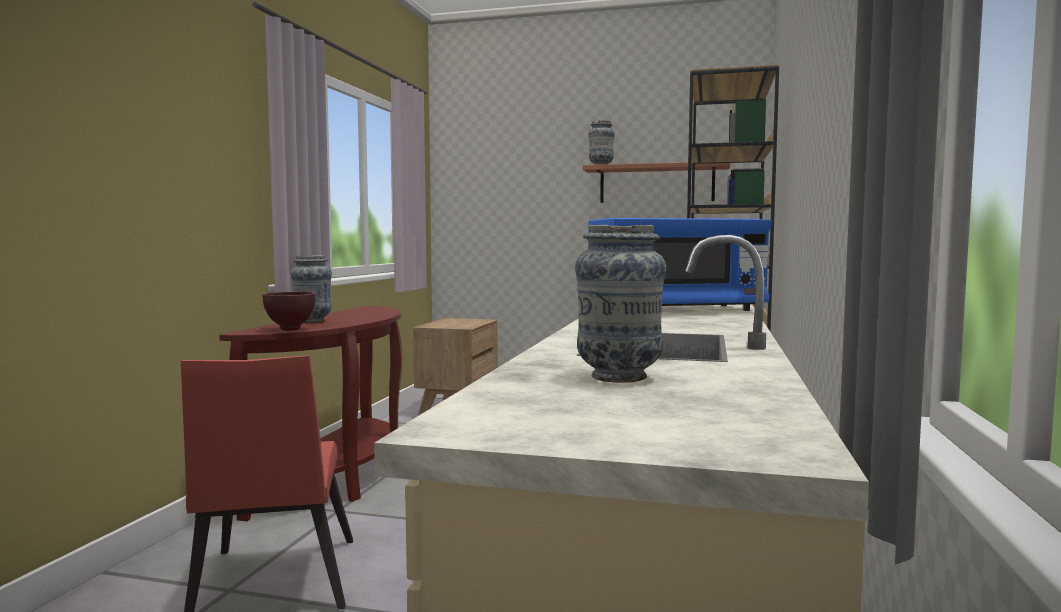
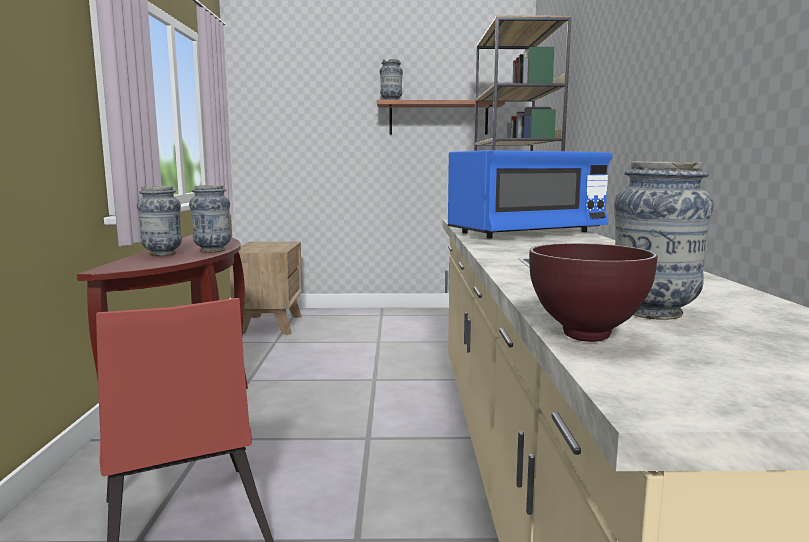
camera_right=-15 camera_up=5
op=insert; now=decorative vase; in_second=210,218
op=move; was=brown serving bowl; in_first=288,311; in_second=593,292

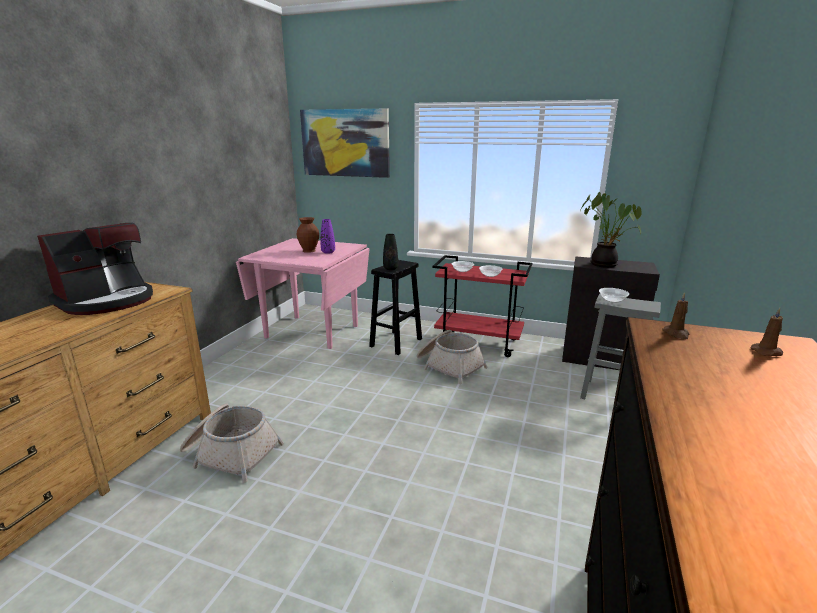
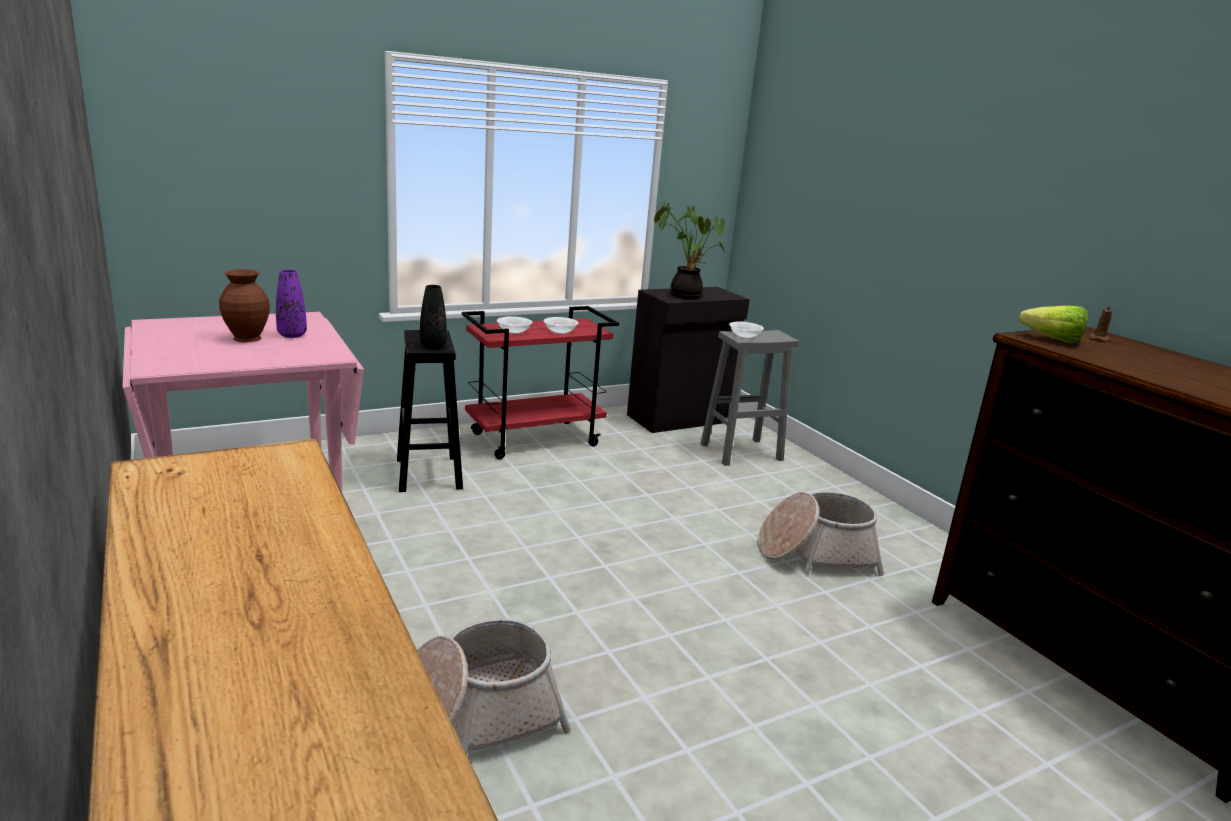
camera_right=-50 camera_up=0
op=move; was=basket; in_first=452,357; in_second=821,534
op=replace; was=brown candle; now=lettuce; in_first=675,315; in_second=1053,324
op=delete; was=coffee brewer; in_first=95,269
op=delete; was=wall picture; in_first=345,143

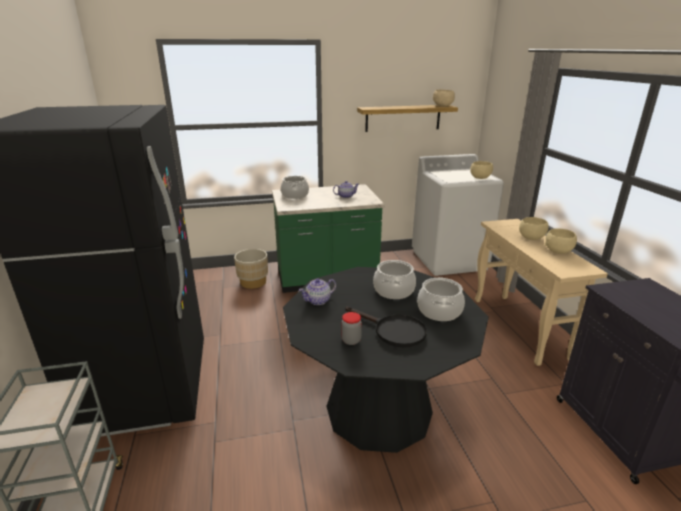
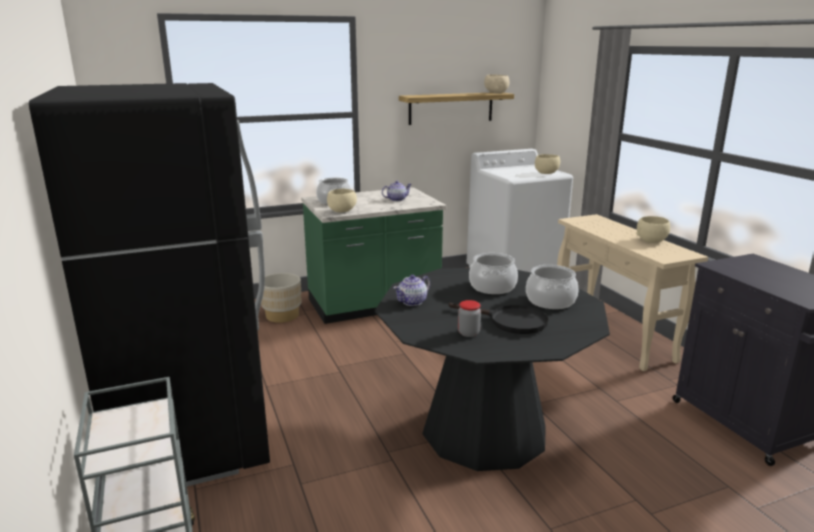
camera_right=-10 camera_up=-5
op=move; was=beige-coloured serving bowl; in_first=534,228; in_second=342,200

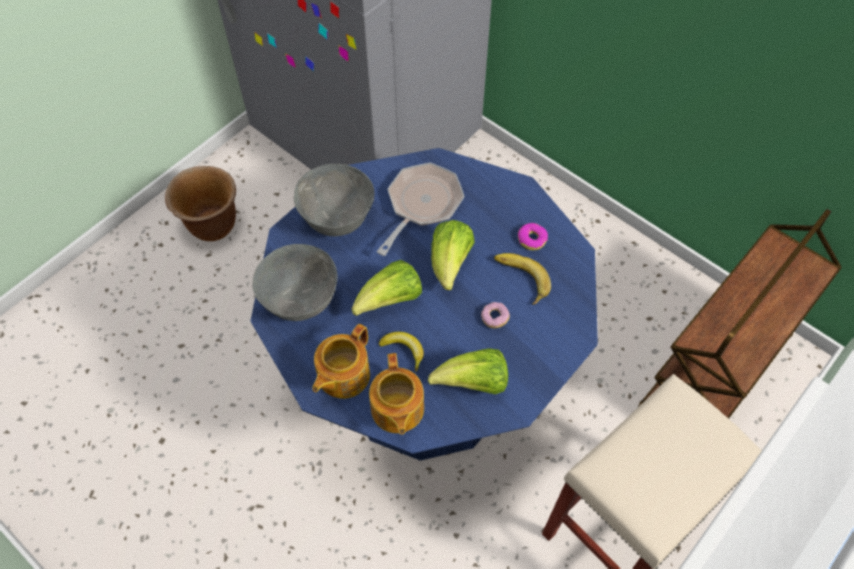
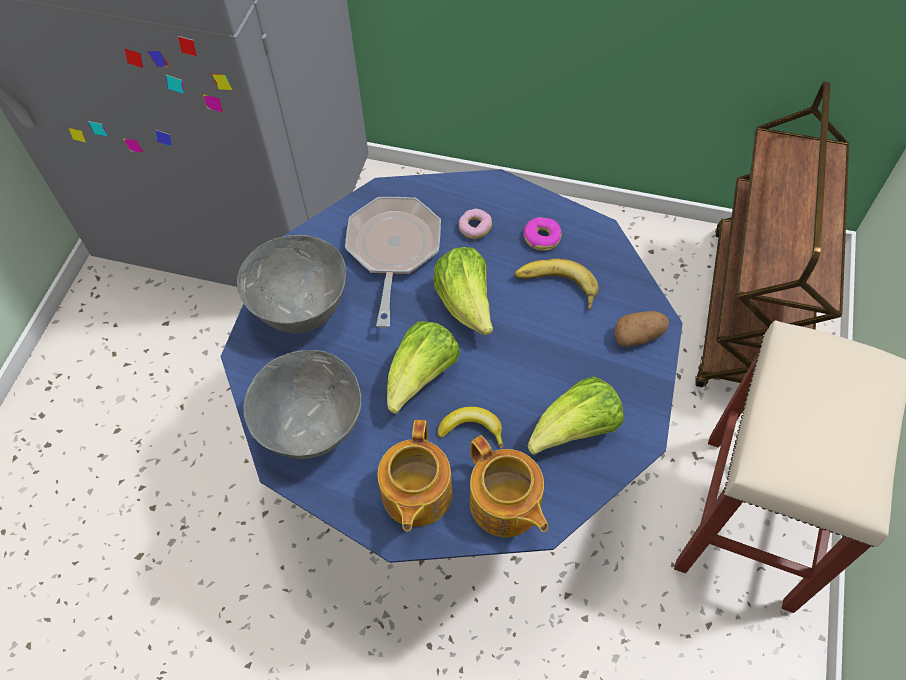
camera_right=-25 camera_up=0
op=move; was=donut; in_first=495,315; in_second=475,224
op=insert; now=potato; in_second=641,329
op=delete; was=brown plant pot; in_first=200,203

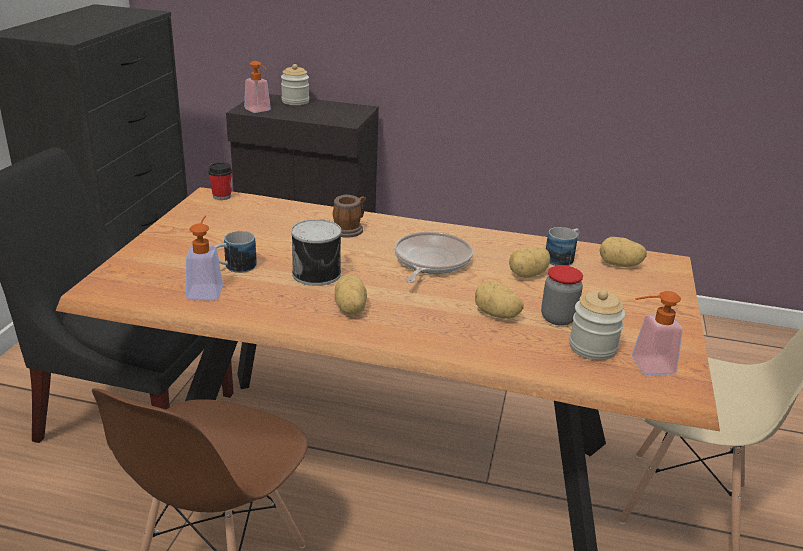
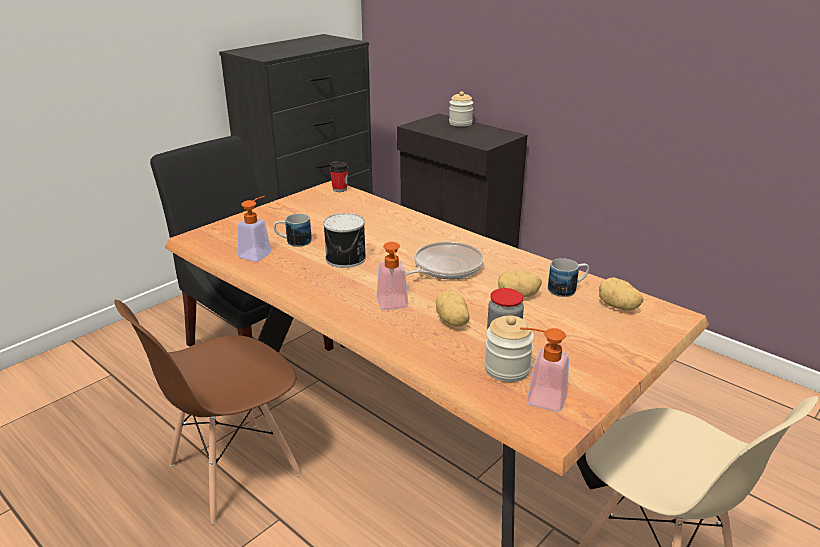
camera_right=30 camera_up=0
op=move; was=soap bottle; in_first=257,87; in_second=392,276
op=delete; was=tea mug; in_first=349,216
op=delete; was=potato; in_first=351,294

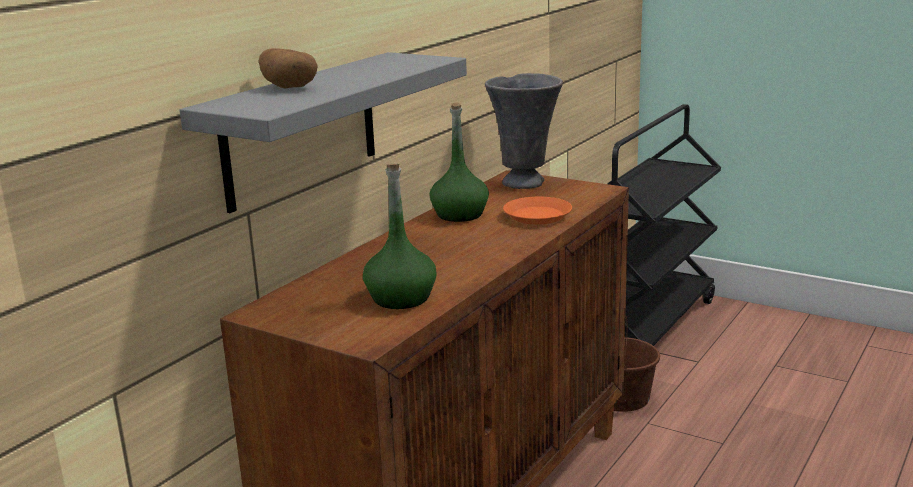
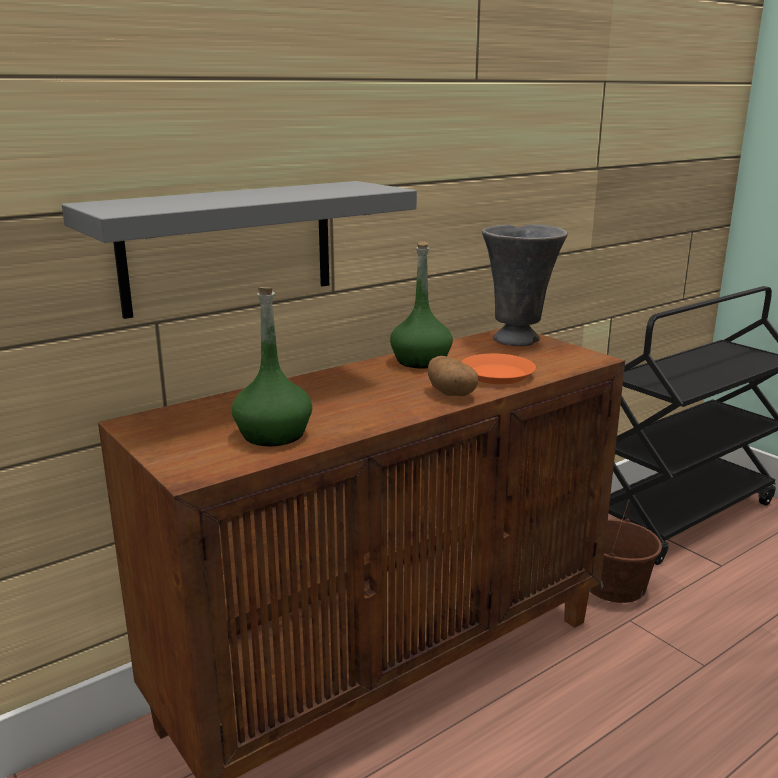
camera_right=20 camera_up=0
op=move; was=potato; in_first=288,68; in_second=453,376

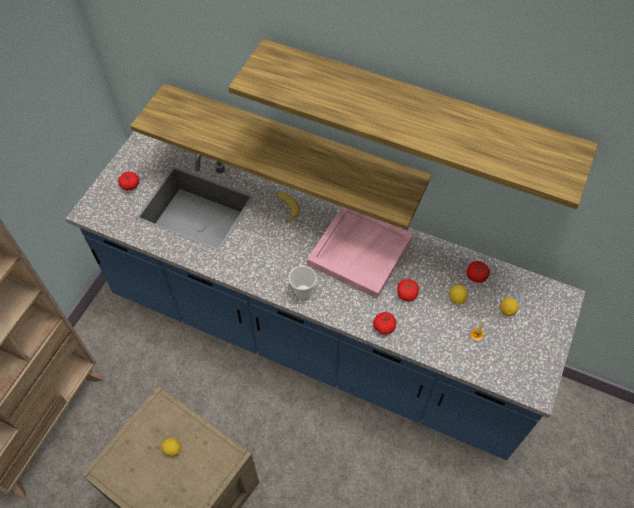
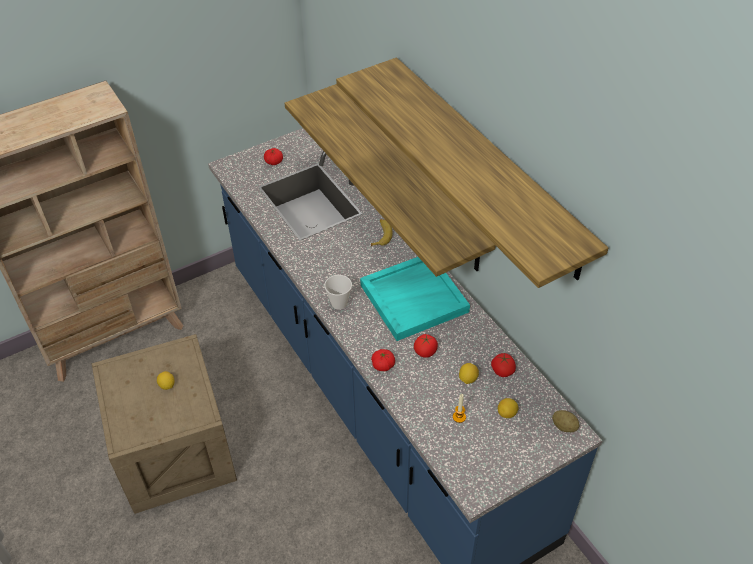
camera_right=35 camera_up=-10
op=recolor; was=pink-coloured carrying tray; now=blue-green carrying tray; in_first=360,252; in_second=415,299
op=insert; now=potato; in_second=565,421

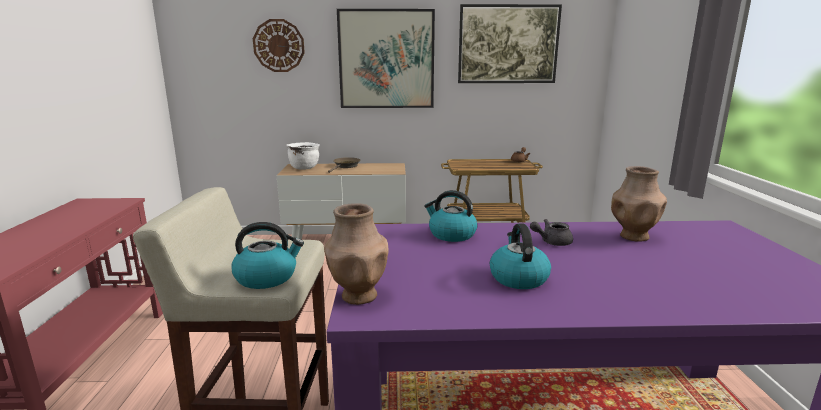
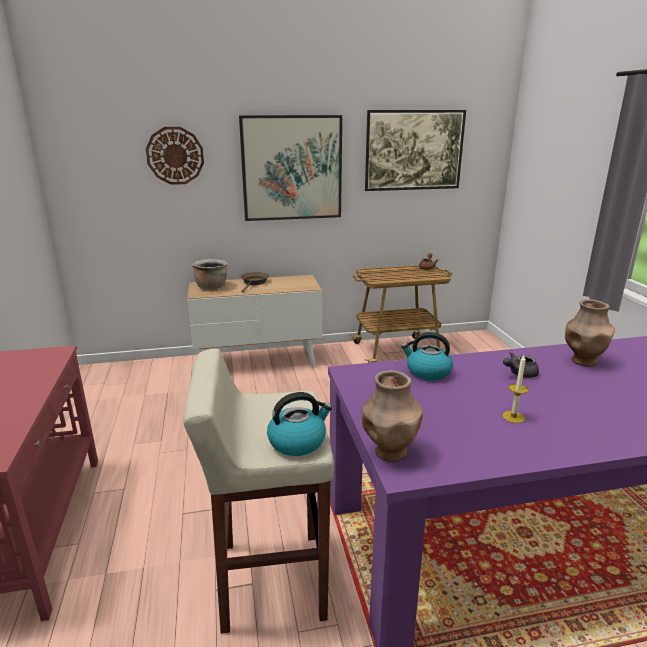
camera_right=-10 camera_up=5
op=recolor; was=whitish saucepot; now=brown saucepot; in_first=303,156; in_second=209,274
op=replace; was=kettle; now=candle; in_first=520,256; in_second=515,389

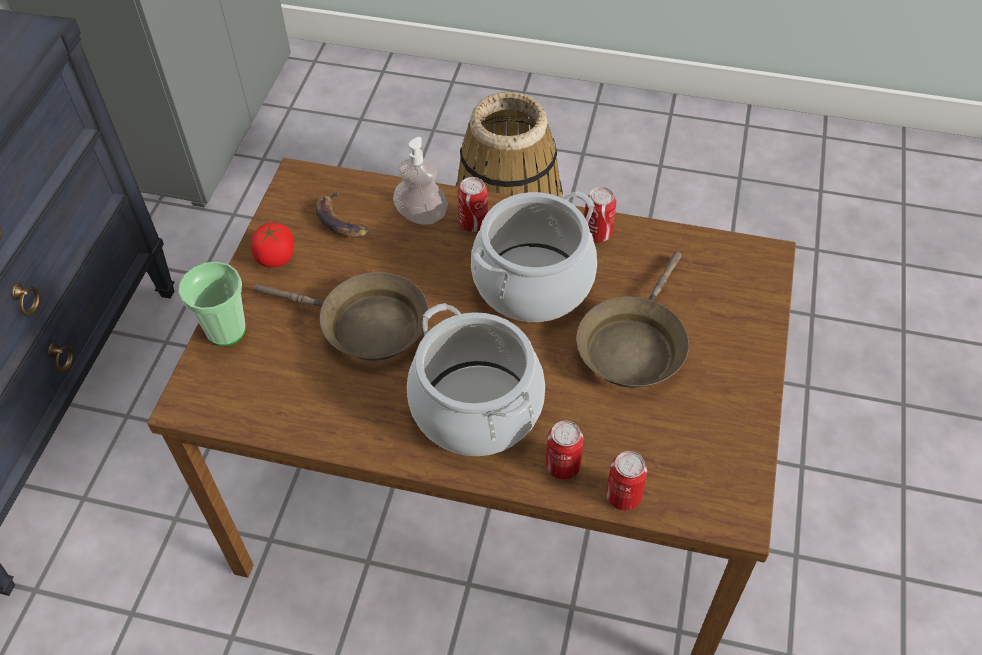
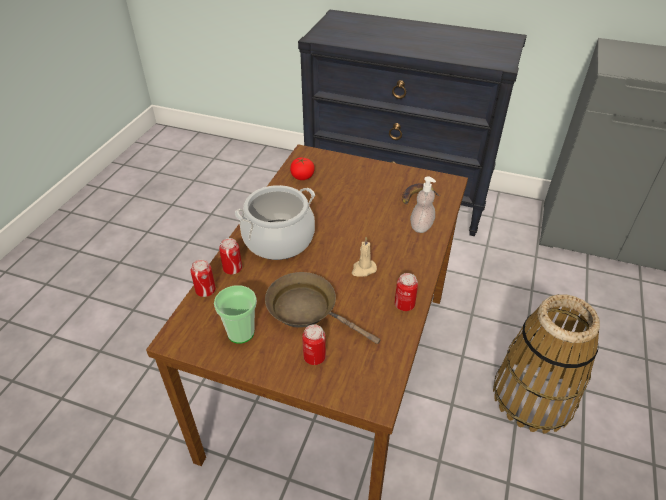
camera_right=95 camera_up=-10
op=move; was=small cup; in_first=212,304; in_second=235,314
op=move; was=fresh tomato; in_first=272,245; in_second=302,168
op=move; was=sealed can; in_first=473,204; in_second=314,344
op=replace; was=saucepot; now=beige-coloured candle; in_first=534,256; in_second=364,257
op=delete; was=brown pan; in_first=341,316

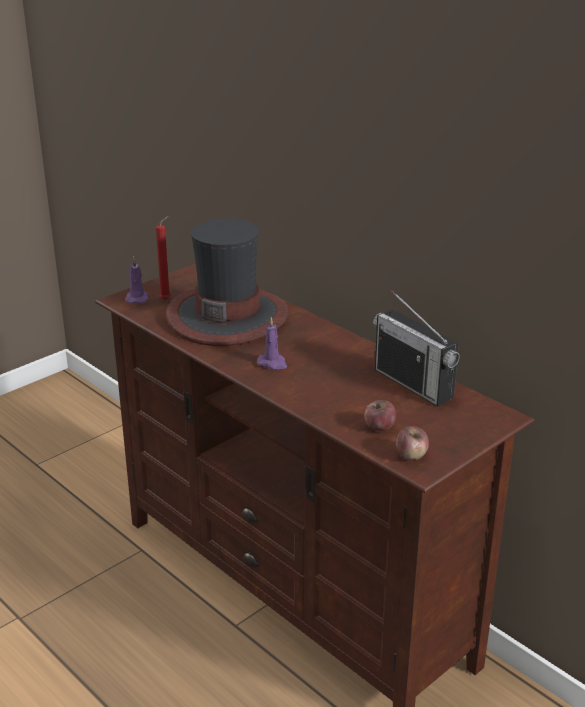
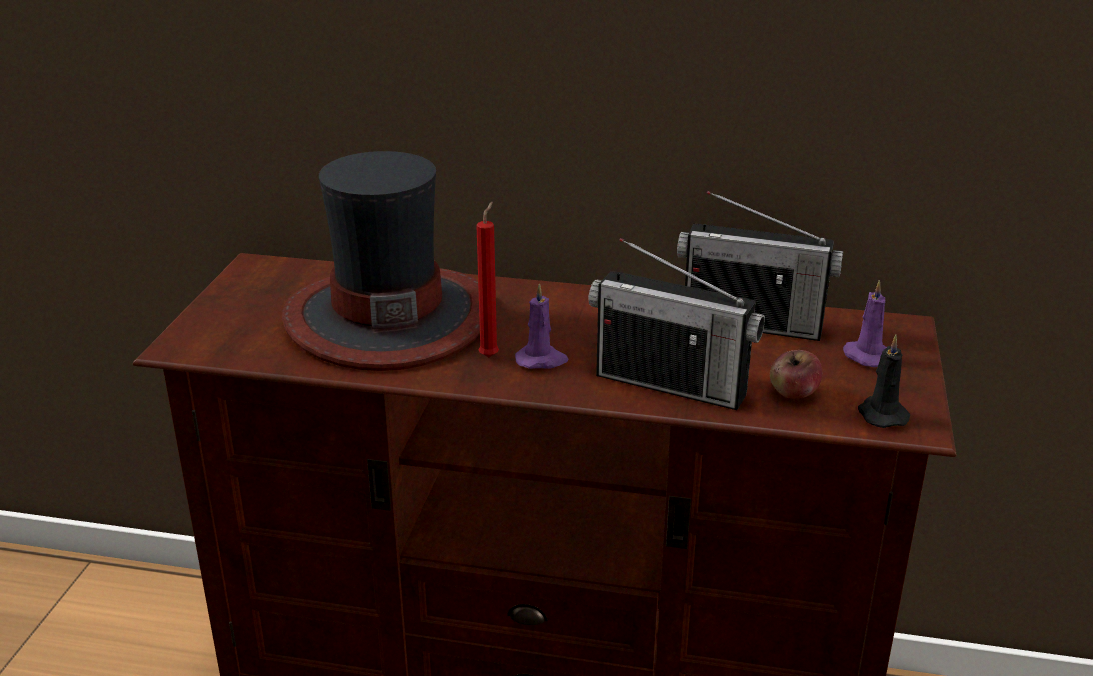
camera_right=-35 camera_up=0
op=move; was=red candle; in_first=163,258; in_second=487,279
op=insert; now=radio set; in_second=676,324
op=move; was=purple-coloured candle; in_first=137,280; in_second=865,323
op=replace; was=apple; now=black candle; in_first=412,443; in_second=884,381

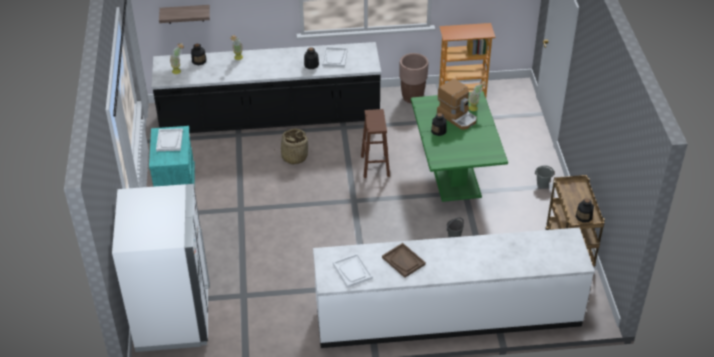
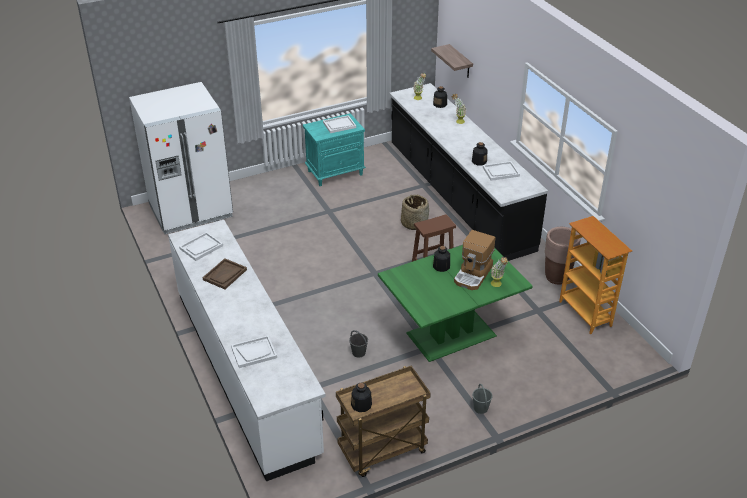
camera_right=70 camera_up=-5
op=insert; now=whitish carrying tray; in_second=254,351

